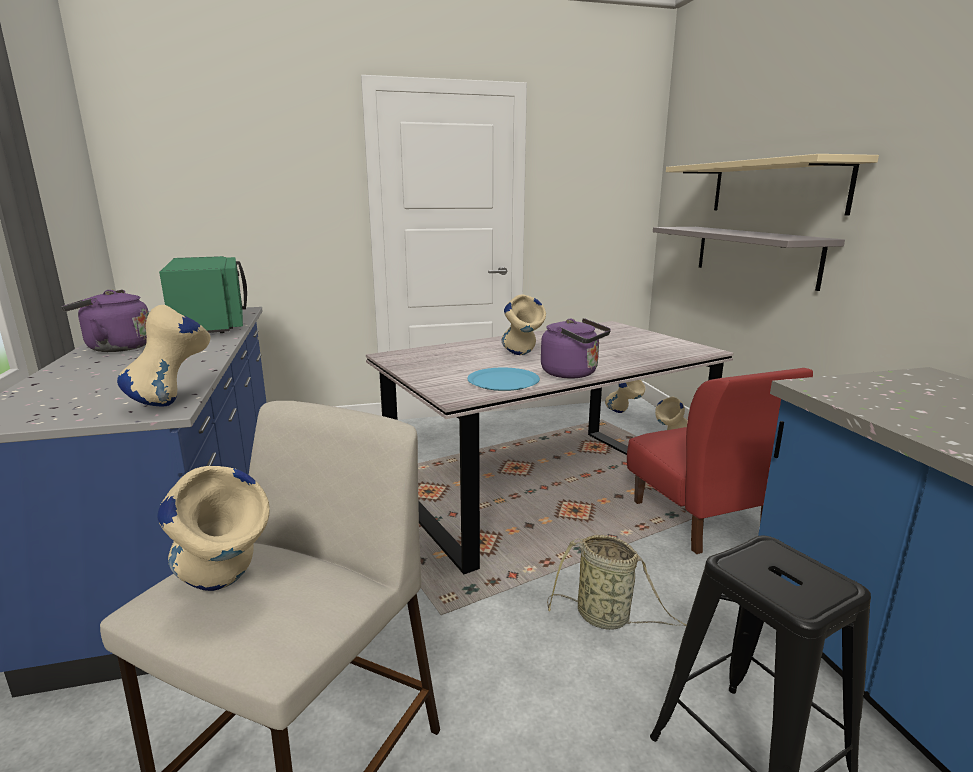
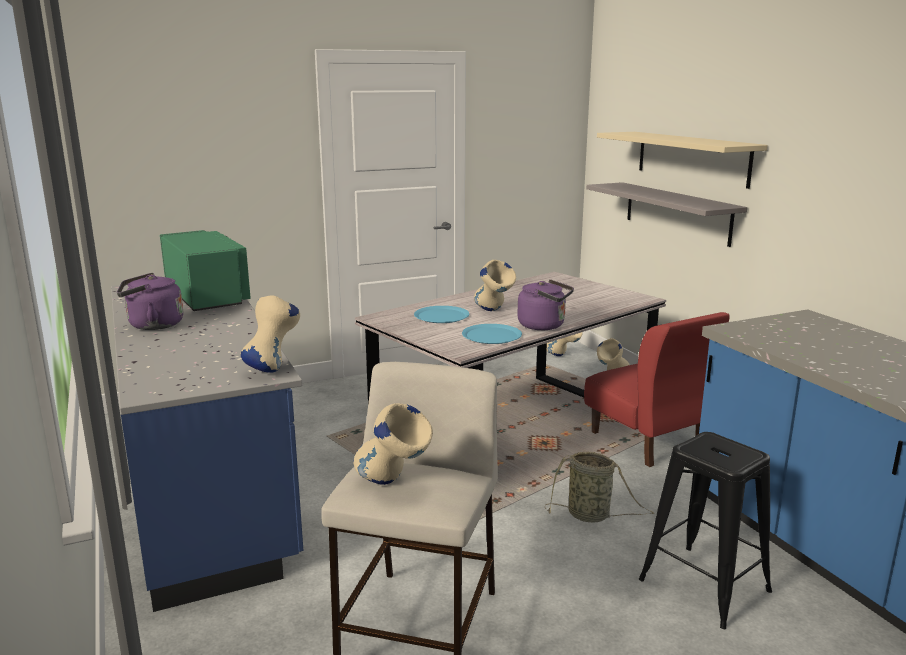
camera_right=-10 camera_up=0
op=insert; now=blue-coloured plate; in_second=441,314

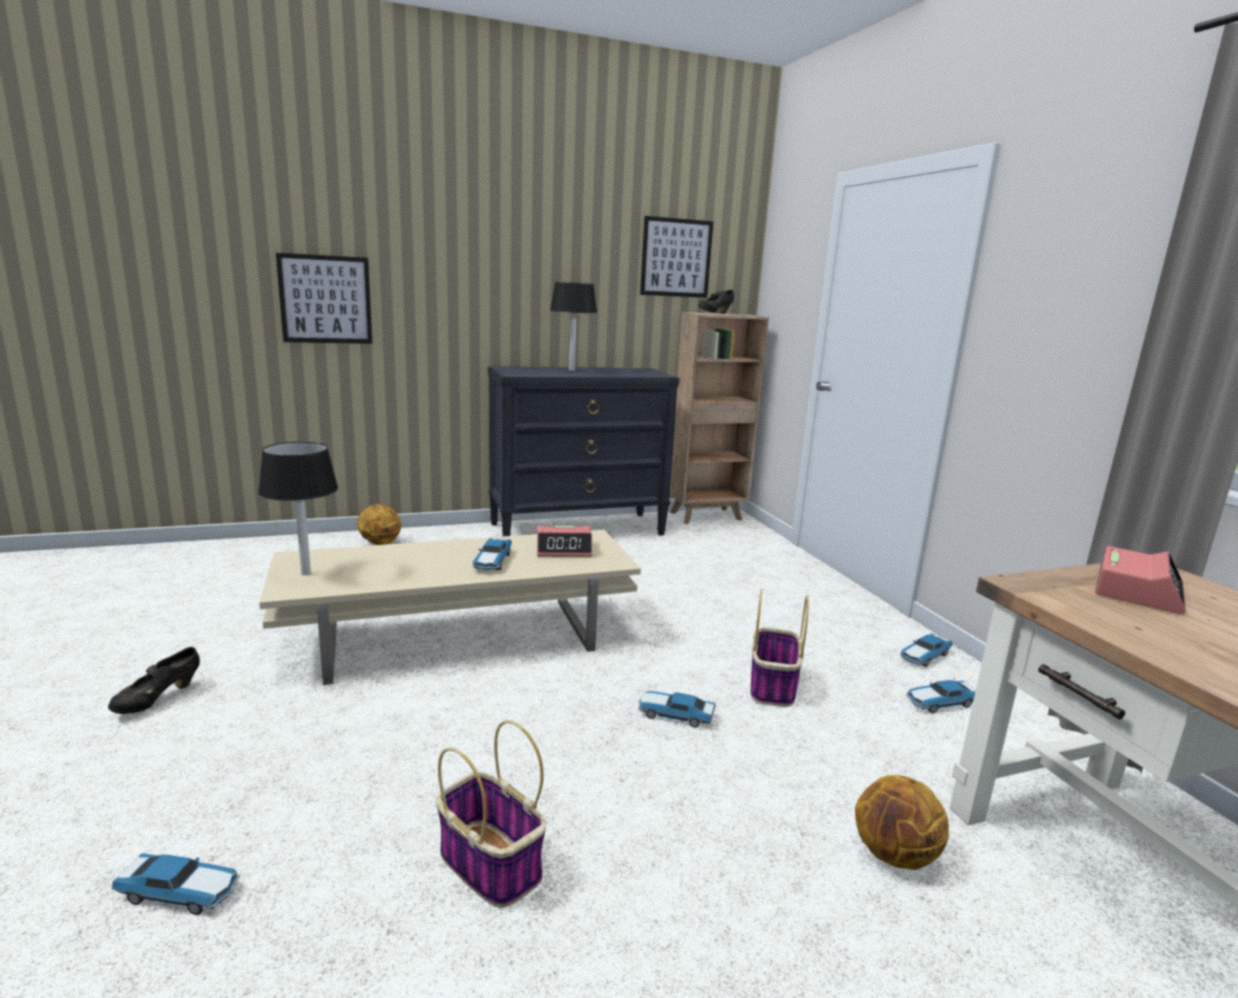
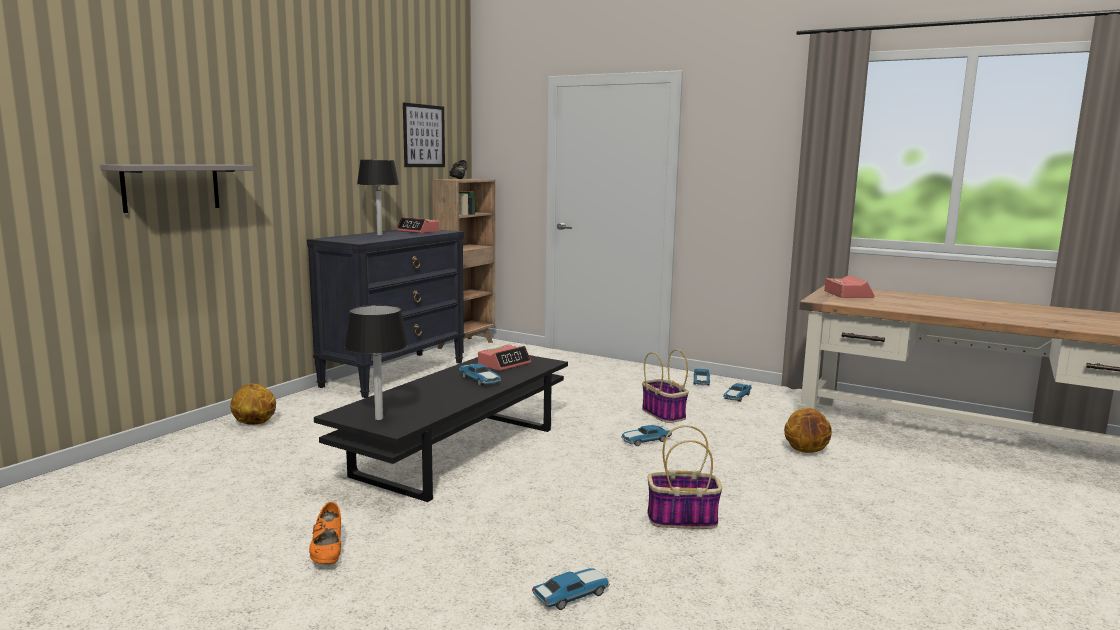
camera_right=-40 camera_up=-5
op=replace; was=wall picture; now=grey shelf; in_first=324,298; in_second=176,188
op=recolor; was=black low shoe; now=orange low shoe; in_first=154,680; in_second=325,533
op=recolor; was=beige-coloured coffee table; now=black coffee table; in_first=450,607; in_second=441,428
op=insert; now=table clock; in_second=417,225

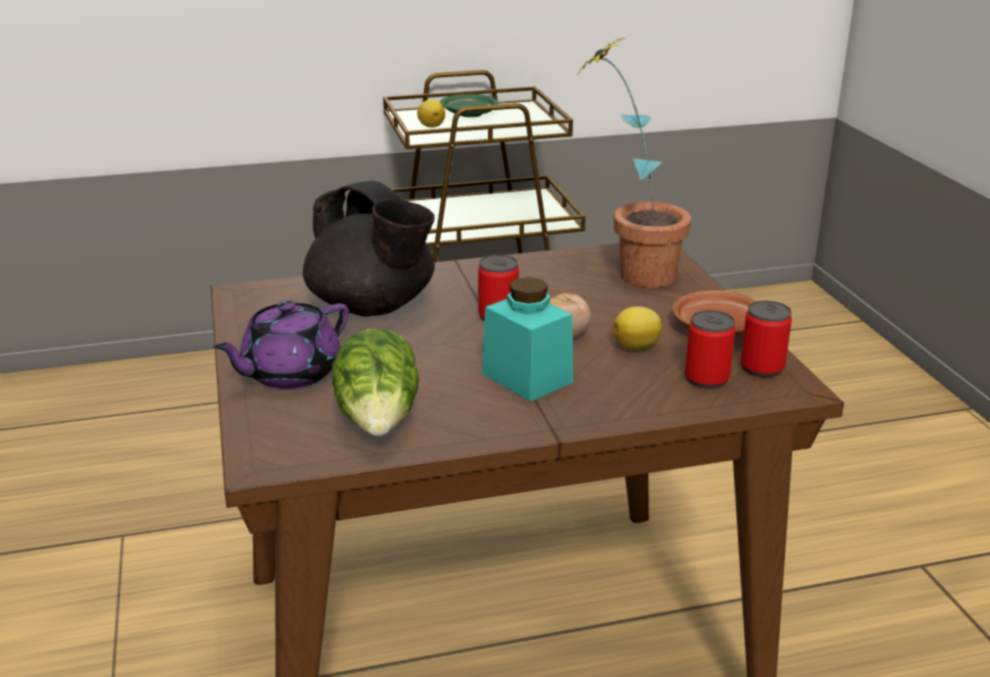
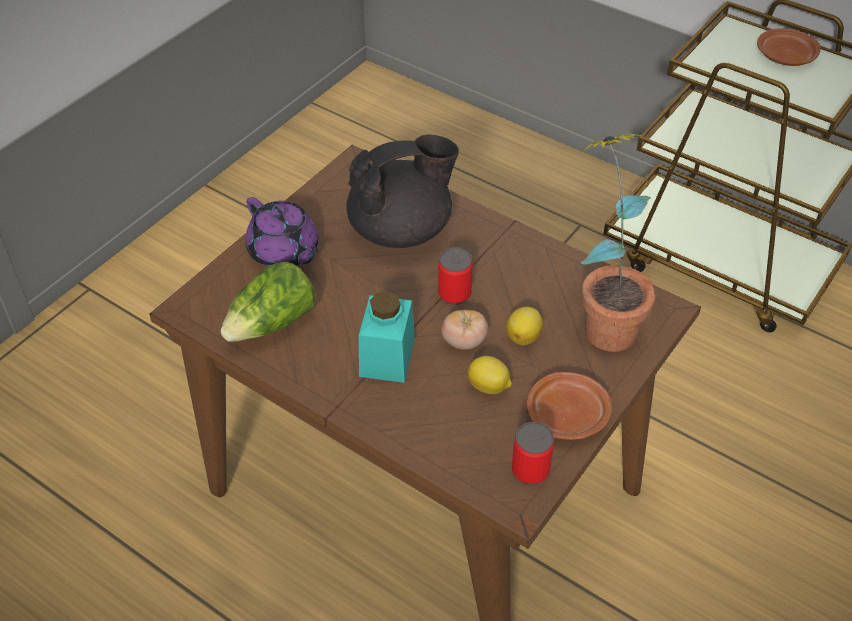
camera_right=50 camera_up=20
op=rotate; was=purple-coloured teapot; in_first=281,345; in_second=282,232; clockwise=-135
op=rotate; was=black teapot; in_first=369,248; in_second=402,191; clockwise=-120
op=move; was=lemon; in_first=431,114; in_second=524,326
op=recolor; was=green plate; now=brown plate; in_first=469,105; in_second=788,47
op=delete; was=sealed can; in_first=710,349

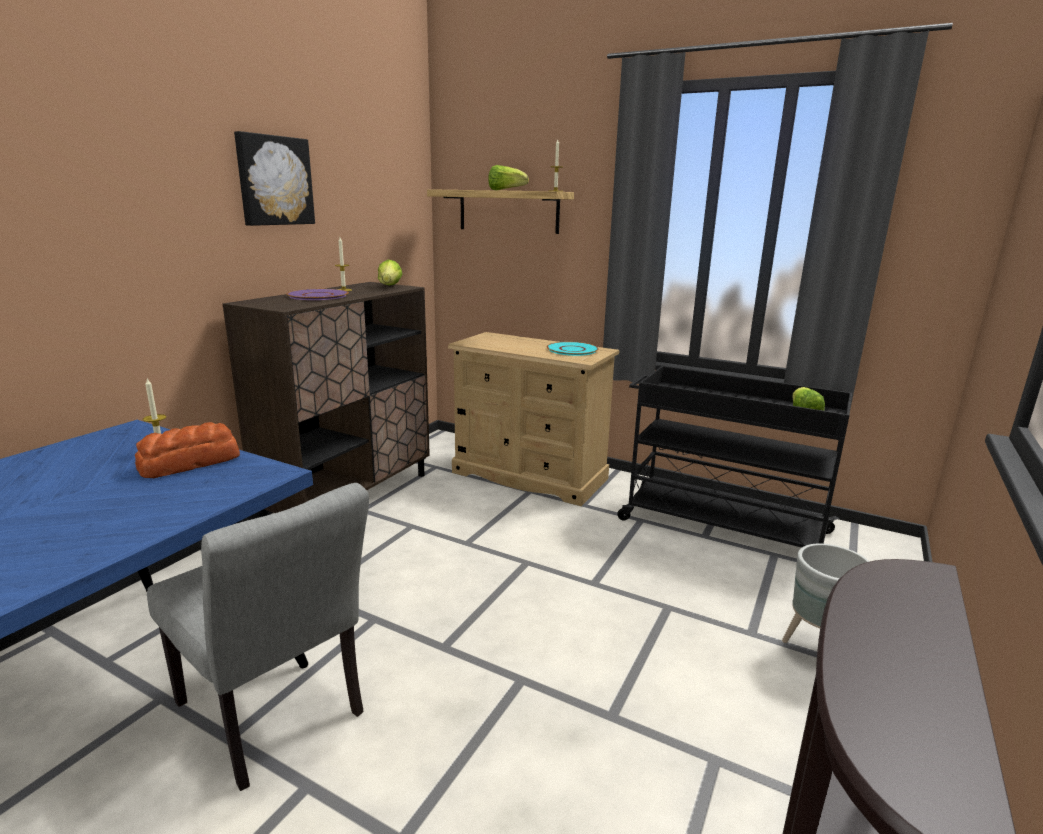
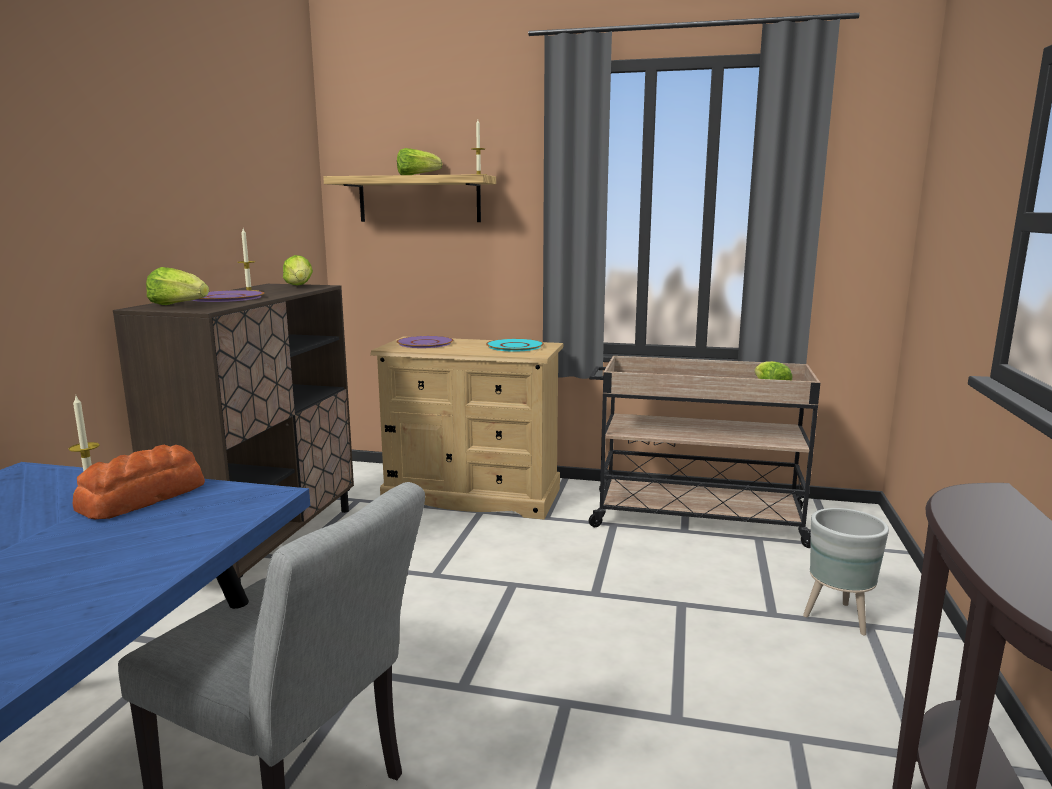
camera_right=-15 camera_up=-5
op=insert; now=lettuce; in_second=177,286
op=insert; now=purple-coloured plate; in_second=424,342
op=recolor; was=black trolley; now=beige-coloured trolley; in_first=734,456; in_second=704,452
op=delete; was=wall picture; in_first=274,178

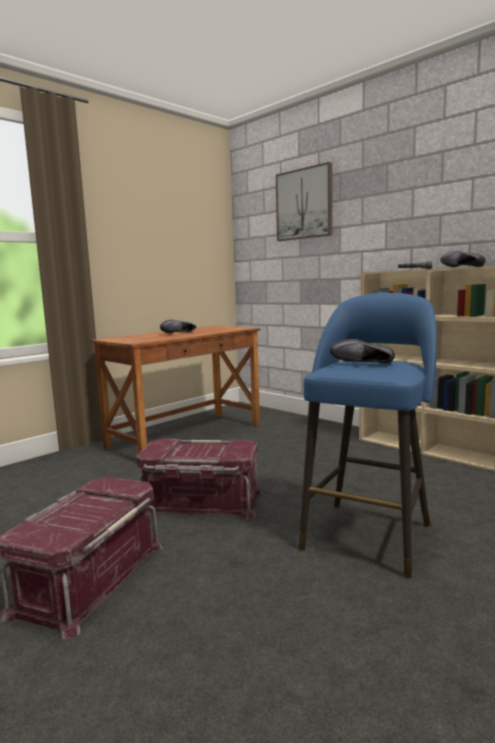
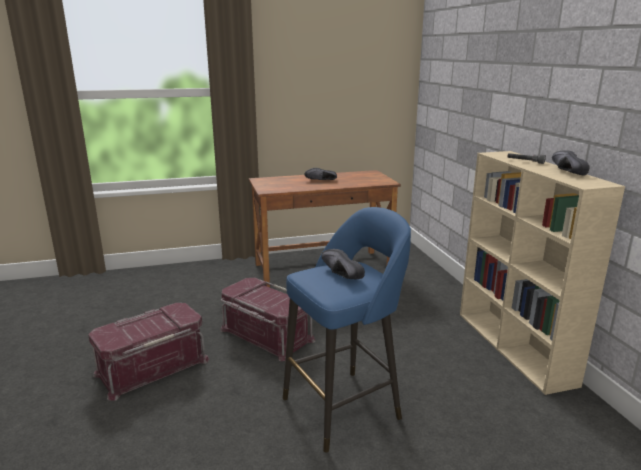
camera_right=30 camera_up=10
op=delete; was=wall picture; in_first=304,201

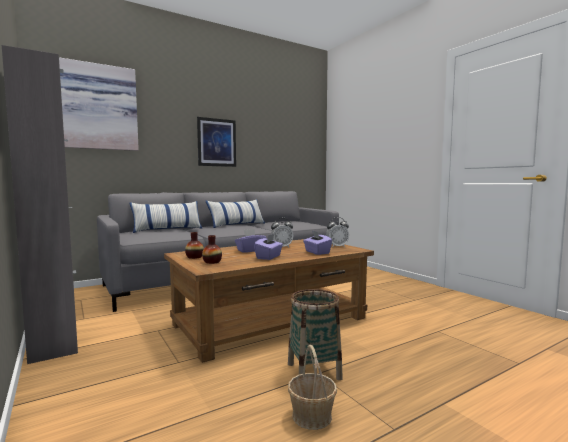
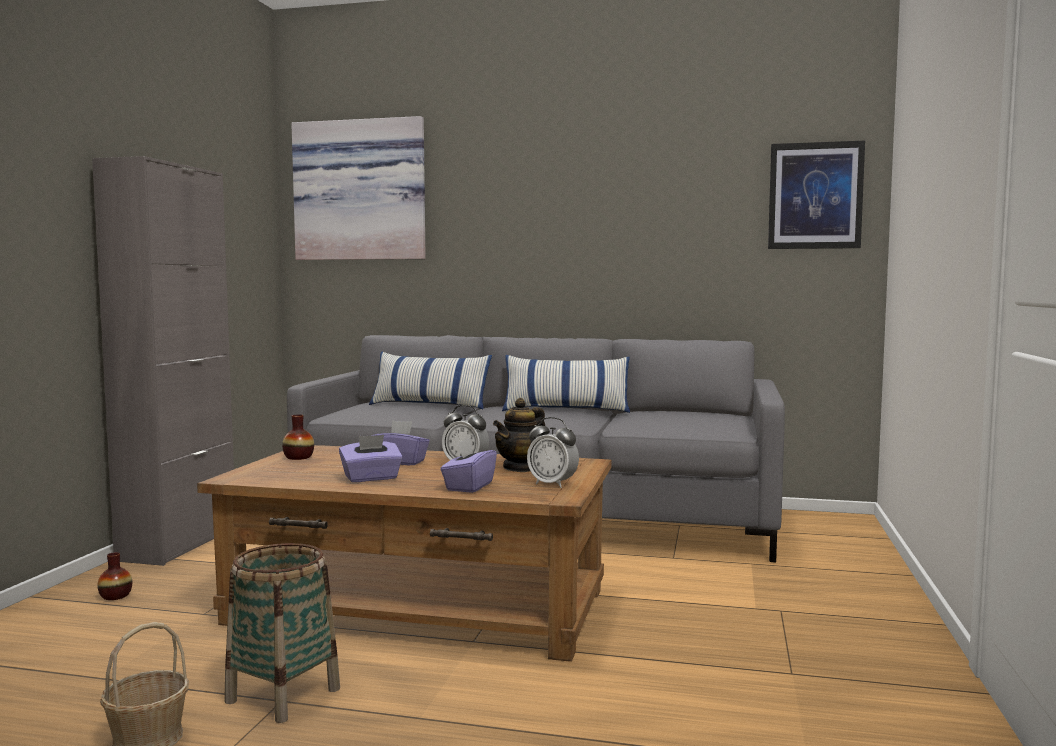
camera_right=45 camera_up=0
op=move; was=decorative vase; in_first=212,249; in_second=114,576
op=insert; now=teapot; in_second=519,435
op=move; was=wall picture; in_first=216,142; in_second=816,195

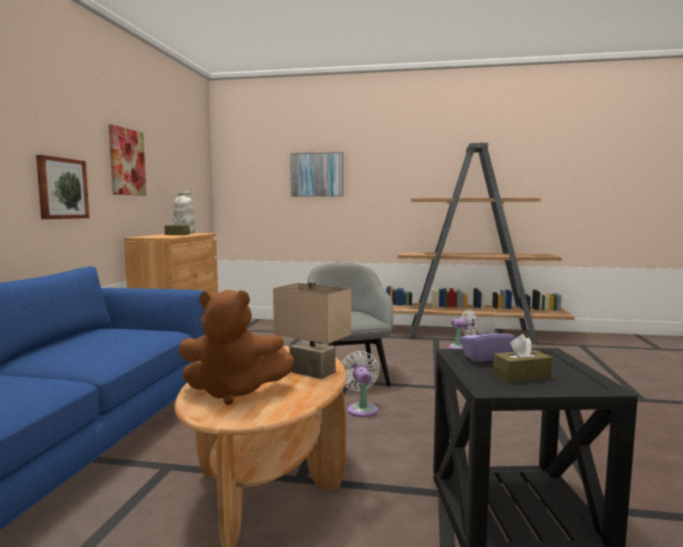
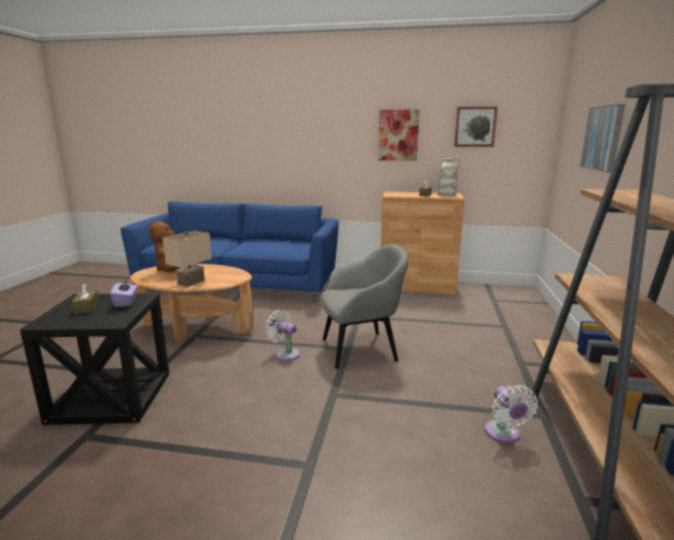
camera_right=90 camera_up=10
op=rotate; was=whitish fan; in_first=361,384; in_second=282,335; clockwise=-135
op=move; was=wall picture; in_first=63,187; in_second=476,126

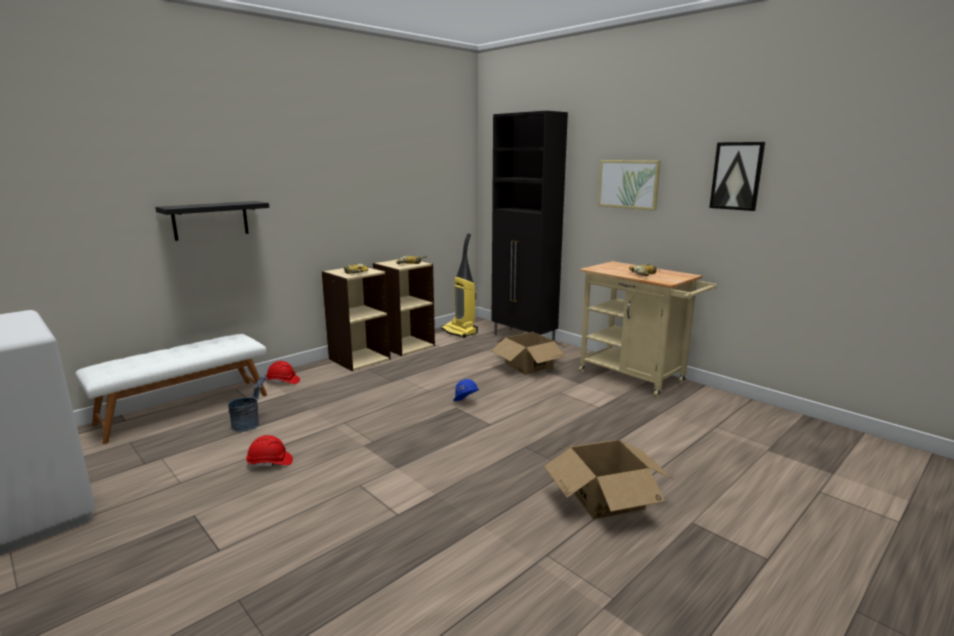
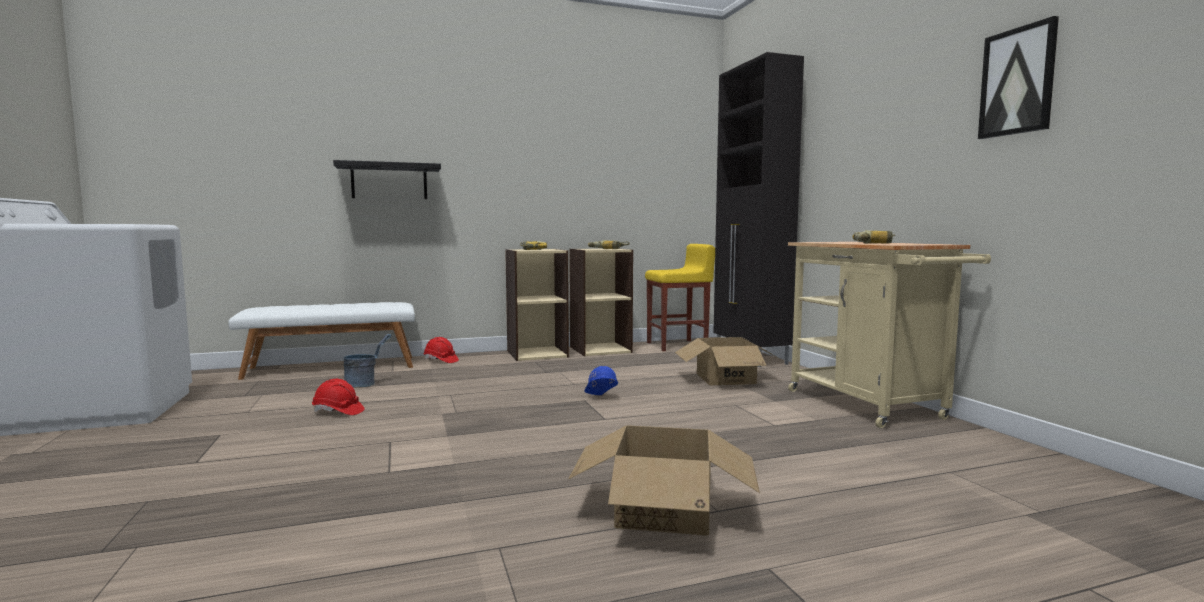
camera_right=25 camera_up=-10
op=replace; was=vacuum cleaner; now=yellowish sitting stool; in_first=459,285; in_second=680,297
op=delete; was=wall picture; in_first=629,185

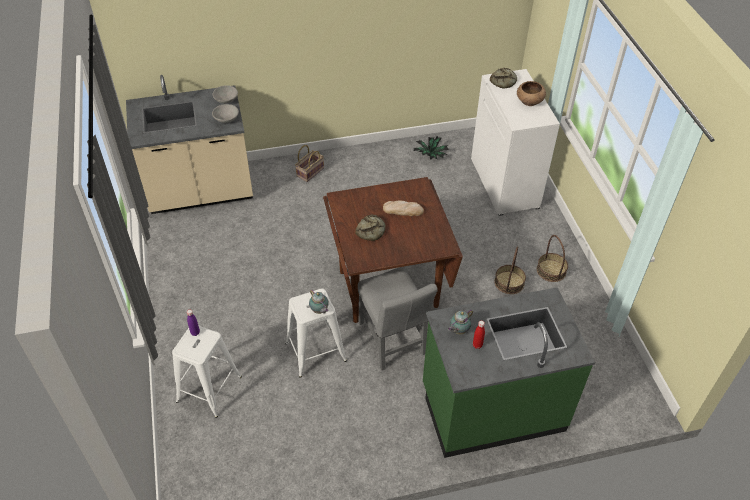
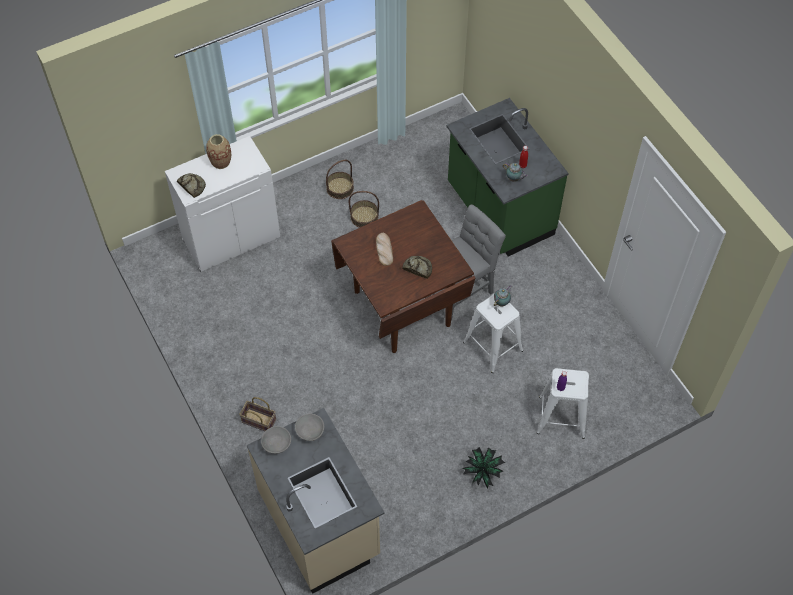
camera_right=-105 camera_up=10
op=replace; was=brown serving bowl; now=decorative vase; in_first=531,93; in_second=218,151
op=move; was=potted plant; in_first=431,148; in_second=483,468

